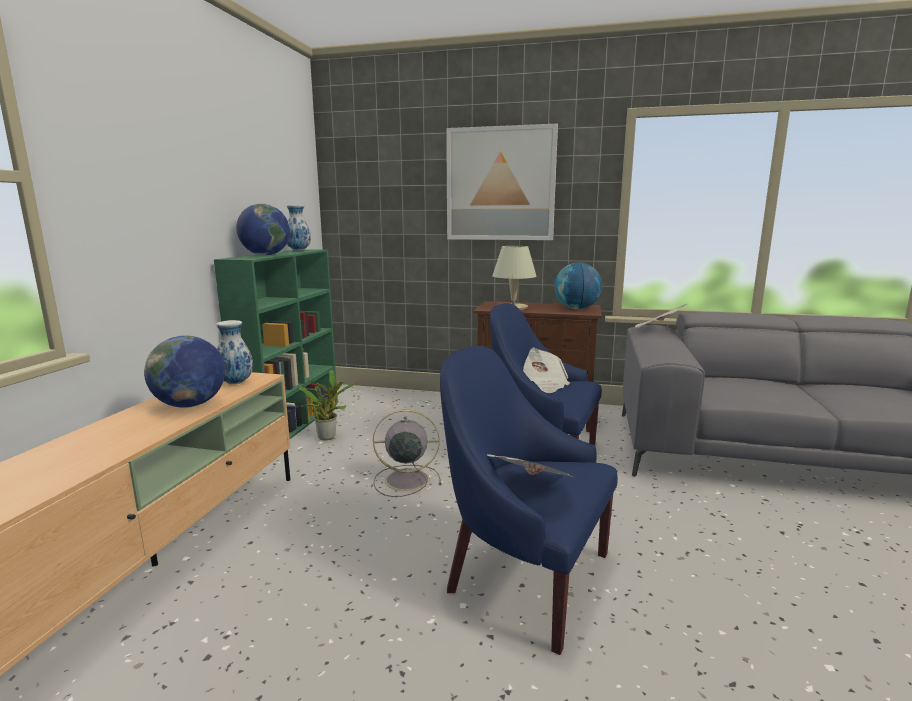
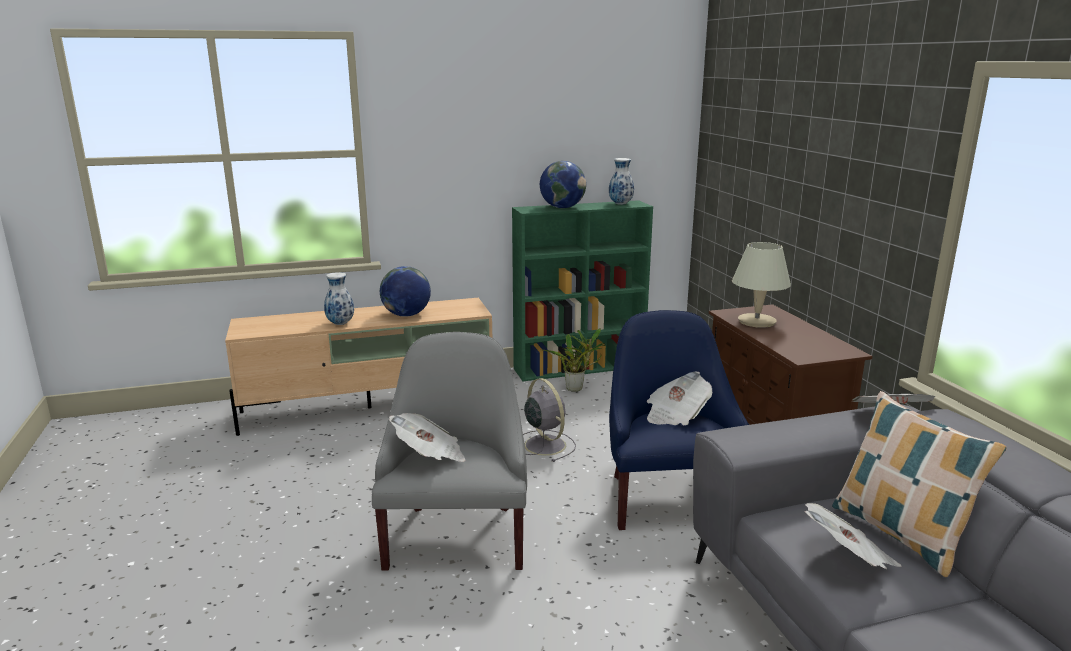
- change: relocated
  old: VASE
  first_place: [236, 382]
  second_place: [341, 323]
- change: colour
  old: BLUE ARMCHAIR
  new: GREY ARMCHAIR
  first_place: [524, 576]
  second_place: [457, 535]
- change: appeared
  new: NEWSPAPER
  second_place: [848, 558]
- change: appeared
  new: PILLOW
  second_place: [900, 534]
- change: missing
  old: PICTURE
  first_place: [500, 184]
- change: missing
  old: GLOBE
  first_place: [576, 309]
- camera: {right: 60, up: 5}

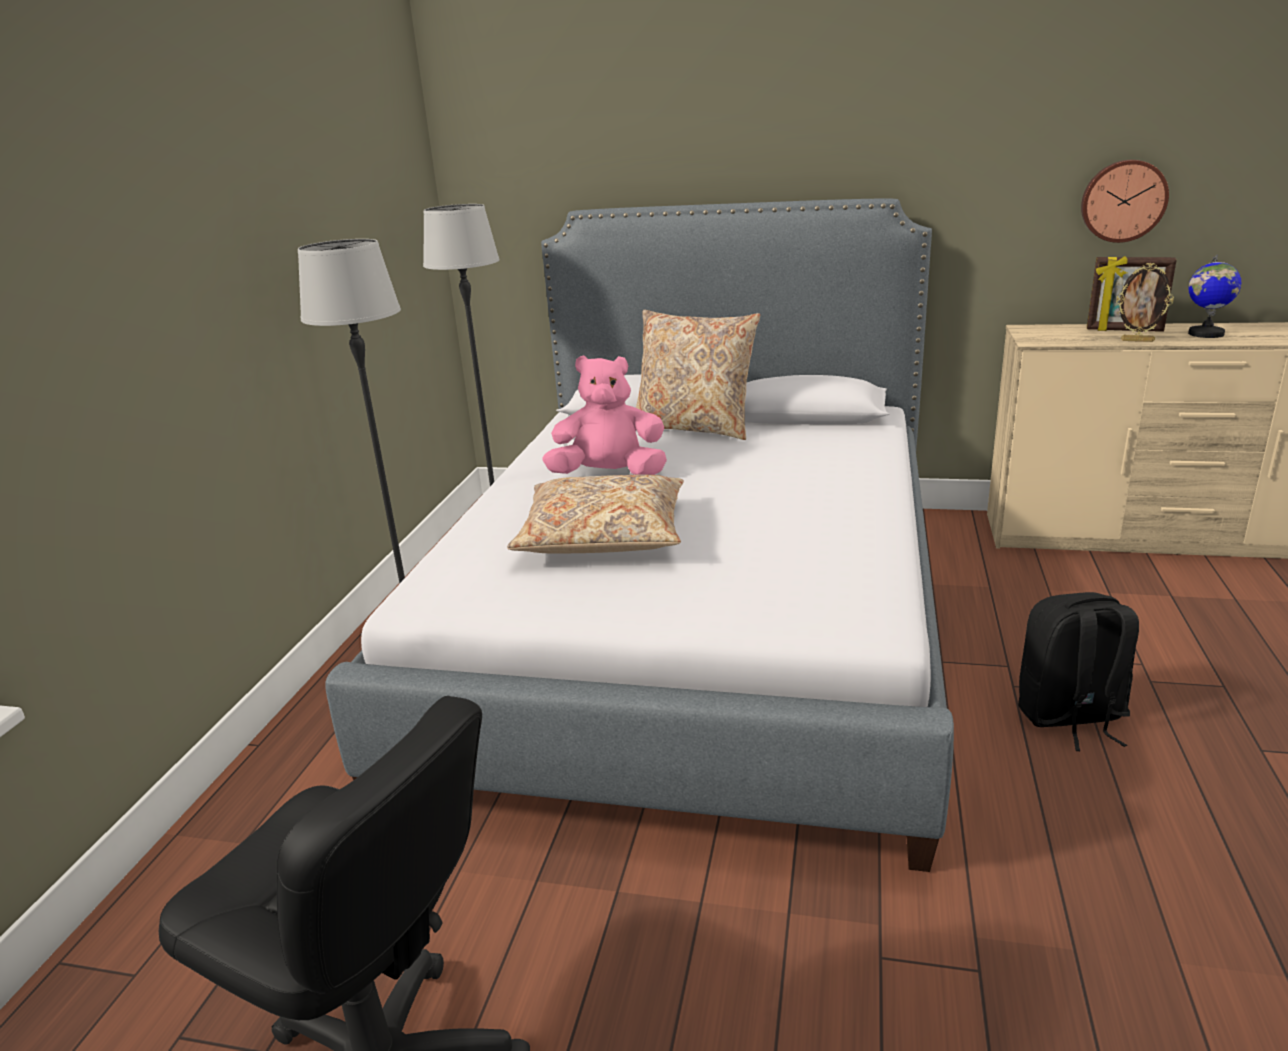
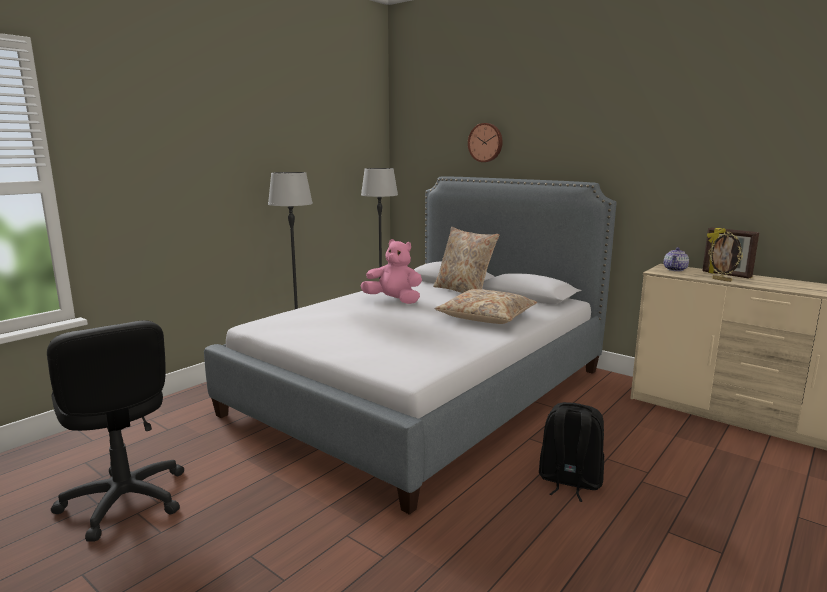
- change: relocated
  old: BEIGE PILLOW
  first_place: [603, 535]
  second_place: [486, 317]
- change: relocated
  old: WALL CLOCK
  first_place: [1123, 201]
  second_place: [486, 142]
- change: appeared
  new: TEAPOT
  second_place: [675, 269]
- change: missing
  old: GLOBE
  first_place: [1205, 334]
- camera: {right: 25, up: -10}

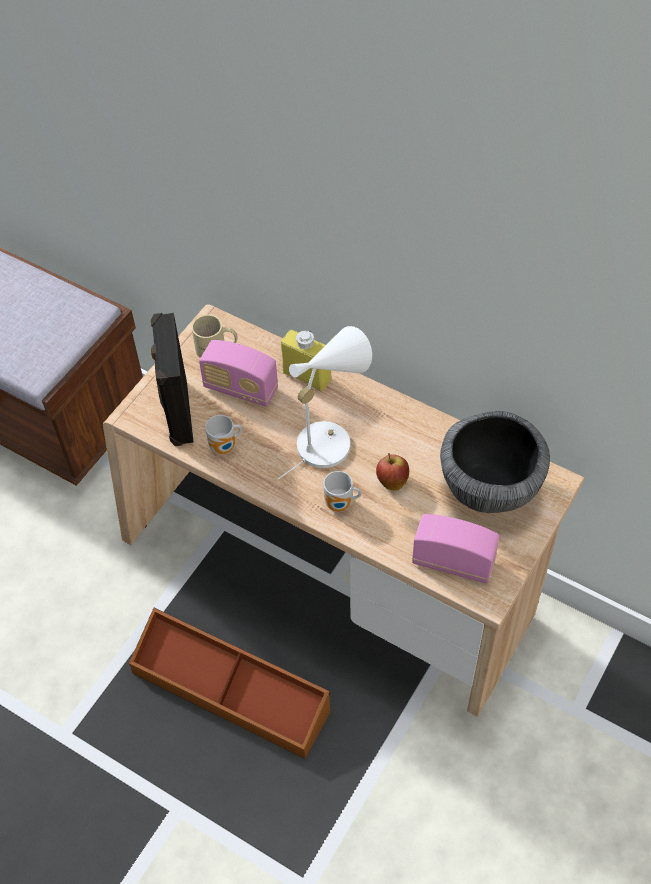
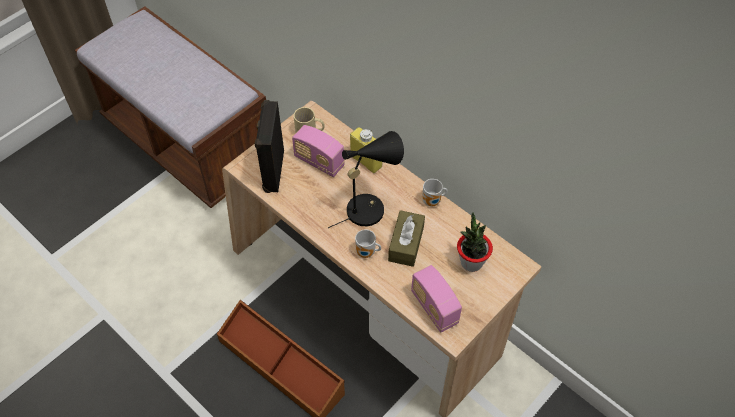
- change: colour
  old: WHITE TABLE LAMP
  new: BLACK TABLE LAMP
  first_place: [328, 439]
  second_place: [370, 207]
- change: exchanged
  old: APPLE
  new: BROWN TISSUE BOX
  first_place: [392, 481]
  second_place: [406, 244]
- change: spun
  old: RADIO
  first_place: [453, 562]
  second_place: [434, 308]
  degrees: -150
- change: relocated
  old: MUG
  first_place: [225, 447]
  second_place: [433, 202]
- change: exchanged
  old: BOWL
  new: POTTED PLANT
  first_place: [488, 490]
  second_place: [471, 262]
- camera: {right: 10, up: 0}

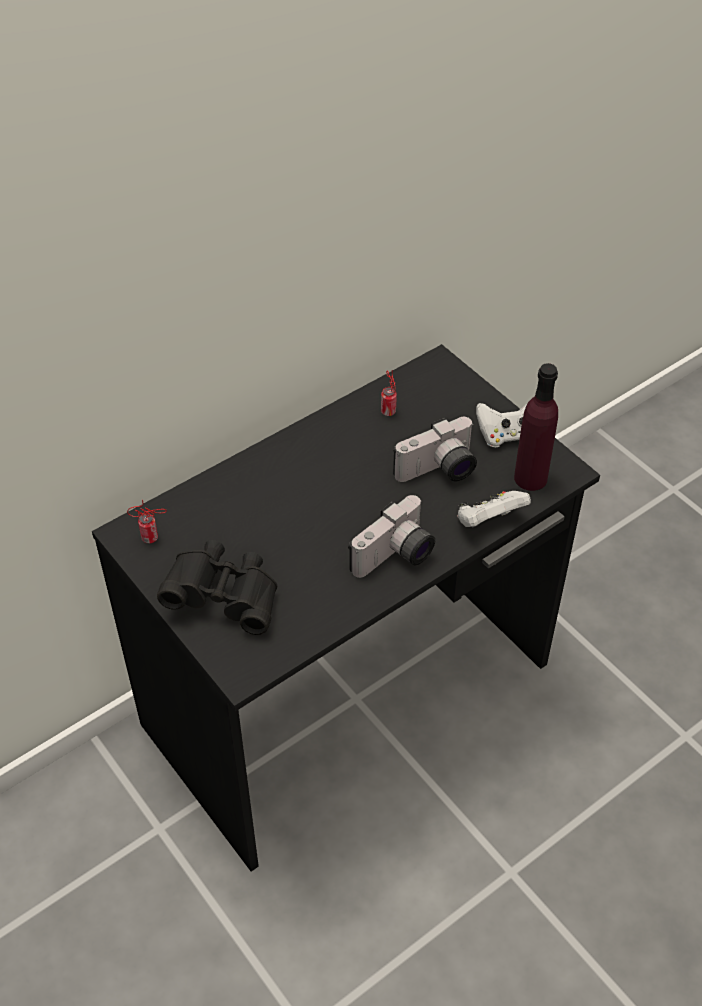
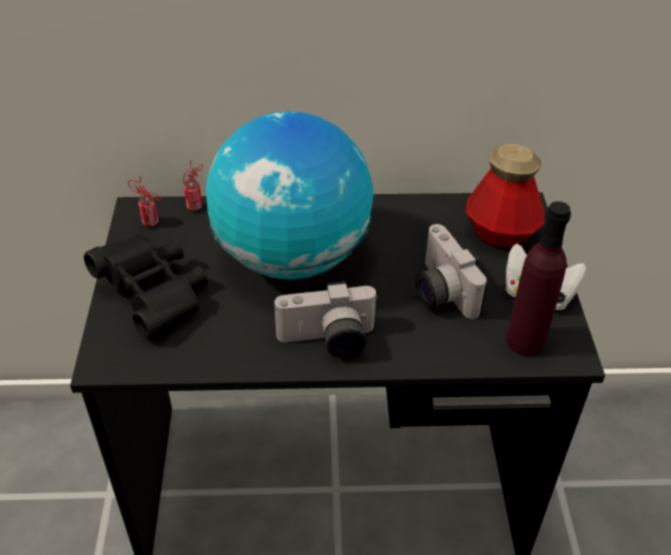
- change: relocated
  old: CAN
  first_place: [387, 410]
  second_place: [195, 205]
- change: appeared
  new: GLOBE
  second_place: [291, 258]
- change: spun
  old: PHOTO CAMERA
  first_place: [439, 471]
  second_place: [439, 291]
  degrees: 60
- change: appeared
  new: BOTTLE
  second_place: [500, 234]
- change: missing
  old: WHITE GAME CONTROLLER
  first_place: [489, 521]
- camera: {right: 35, up: -5}

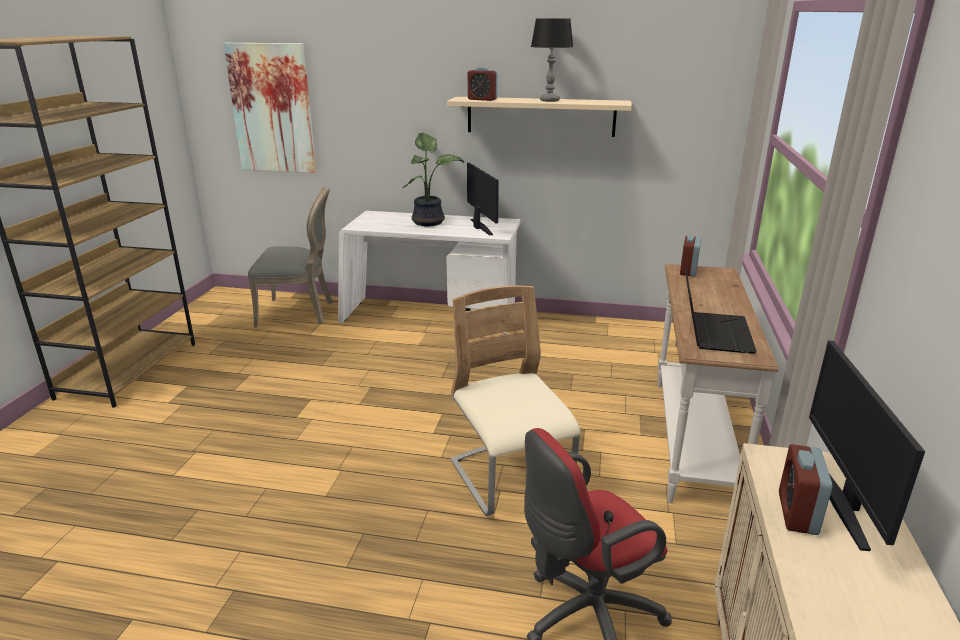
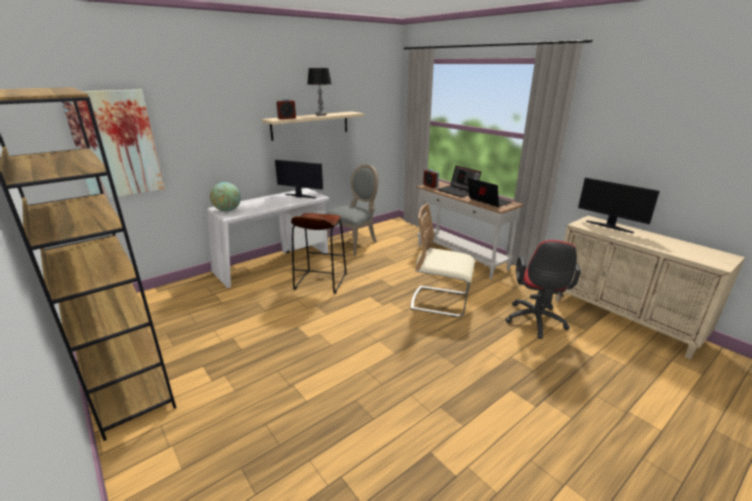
- change: appeared
  new: GLOBE
  second_place: [227, 210]
- change: appeared
  new: BROWN STOOL
  second_place: [320, 281]
- change: relocated
  old: GREY CHAIR
  first_place: [299, 312]
  second_place: [354, 243]
- change: appeared
  new: LAPTOP
  second_place: [458, 191]
- change: missing
  old: POTTED PLANT
  first_place: [429, 222]
- change: missing
  old: ALARM CLOCK
  first_place: [797, 513]
- camera: {right: -50, up: 0}

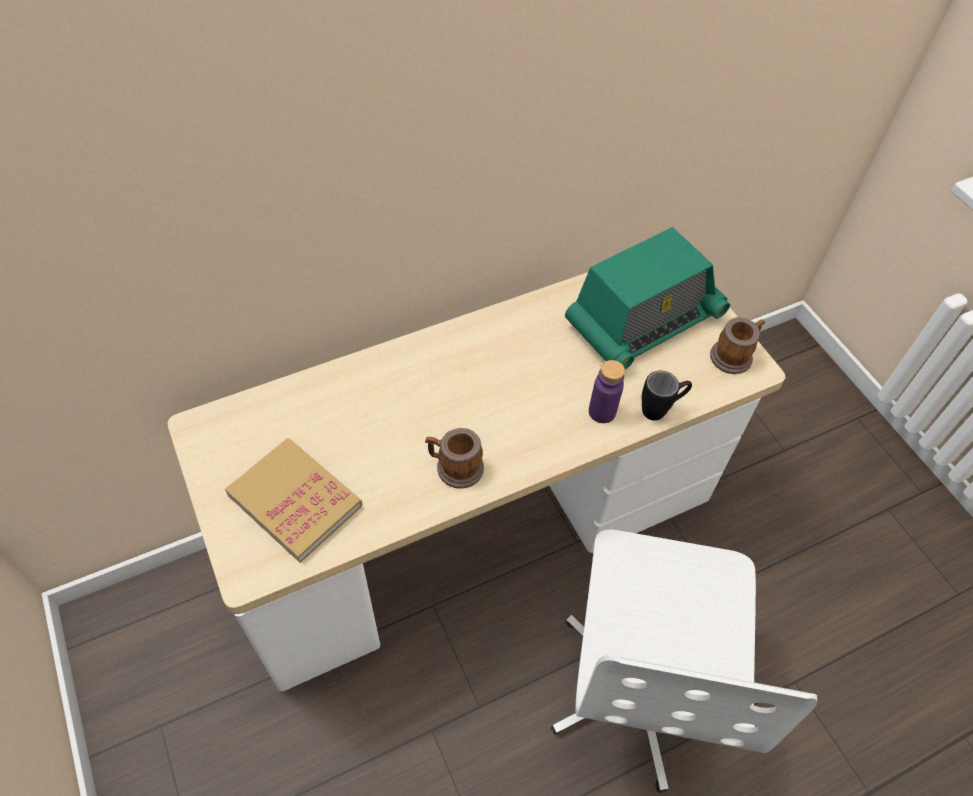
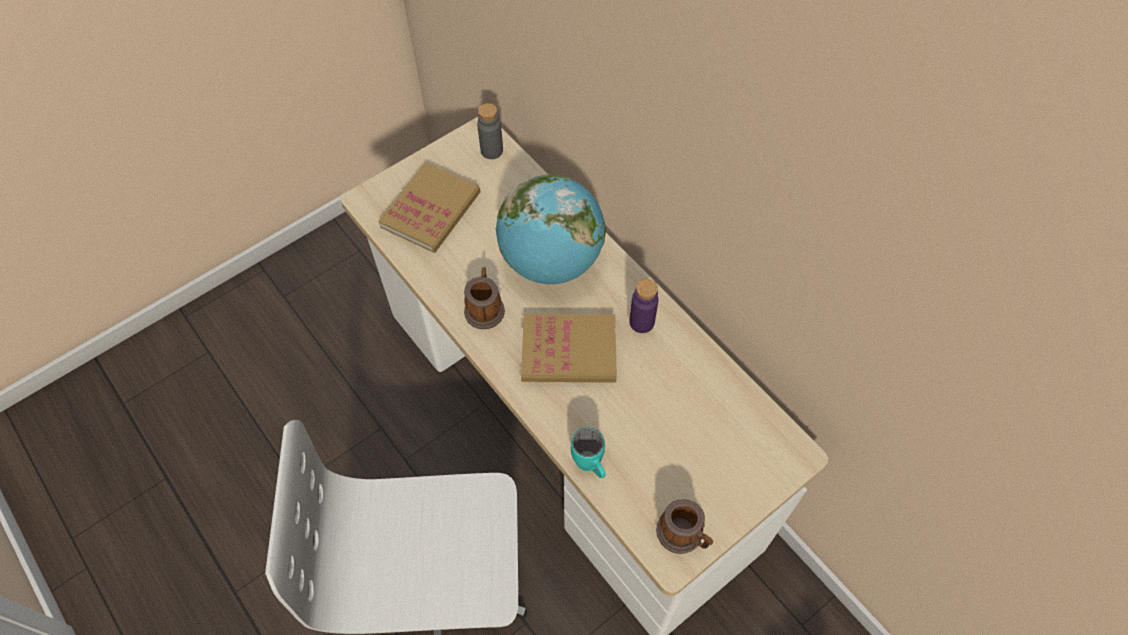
- change: appeared
  new: GREY BOTTLE
  second_place: [492, 150]
- change: appeared
  new: GLOBE
  second_place: [551, 261]
- change: appeared
  new: BOOK
  second_place: [569, 350]
- change: colour
  old: BLACK MUG
  new: TURQUOISE MUG
  first_place: [661, 409]
  second_place: [590, 467]
- change: relocated
  old: PURPLE BOTTLE
  first_place: [602, 412]
  second_place: [641, 322]
- change: missing
  old: RADIO
  first_place: [643, 320]
- camera: {right: 80, up: 5}

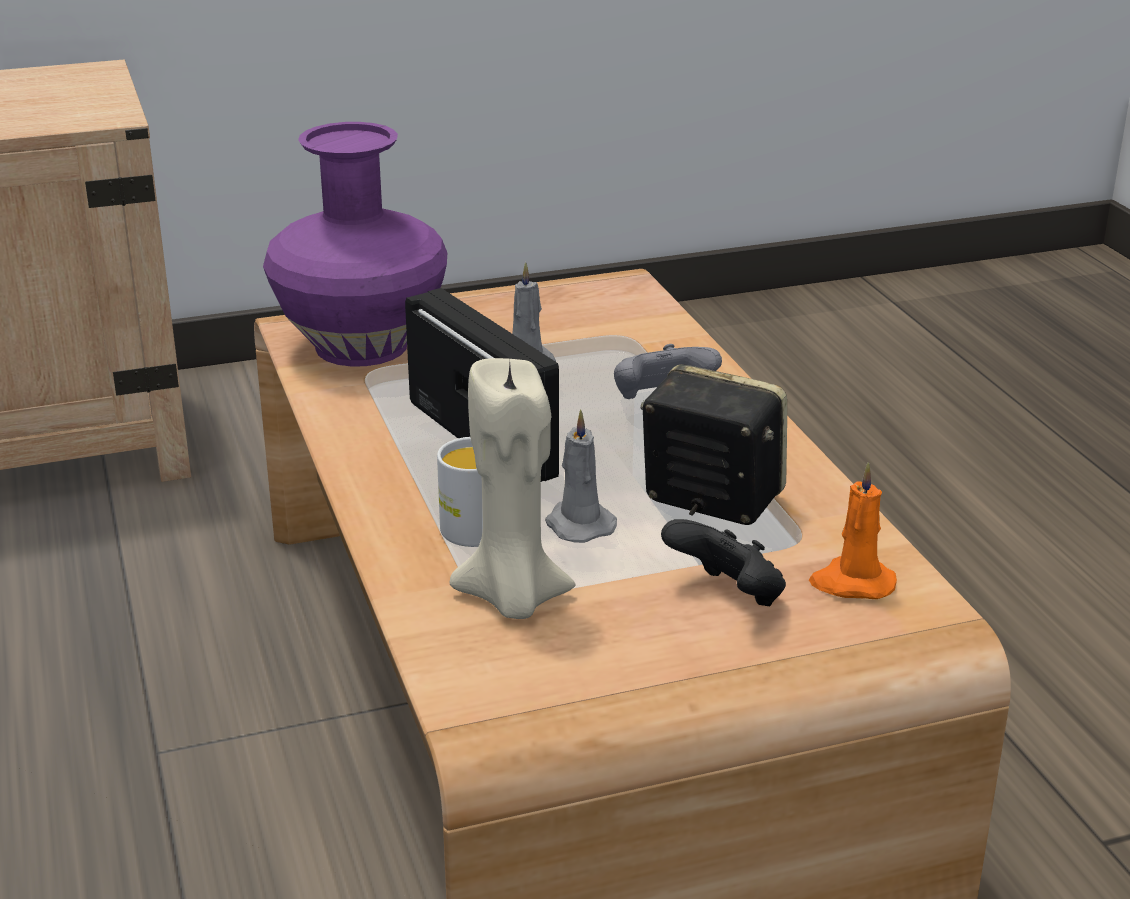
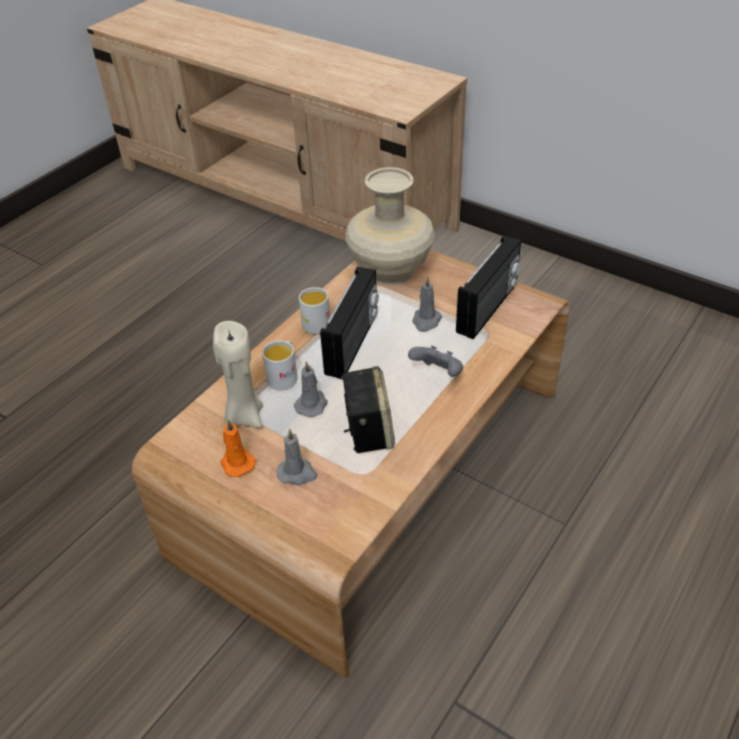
- change: relocated
  old: ORANGE CANDLE
  first_place: [851, 583]
  second_place: [237, 462]
- change: exchanged
  old: BLACK GAME CONTROLLER
  new: GREY CANDLE
  first_place: [727, 597]
  second_place: [297, 473]
- change: appeared
  new: WHITE MUG
  second_place: [313, 322]
- change: colour
  old: PURPLE VASE
  new: BEIGE VASE
  first_place: [364, 346]
  second_place: [391, 272]
- change: appeared
  new: RADIO
  second_place: [489, 308]
- camera: {right: 55, up: 15}

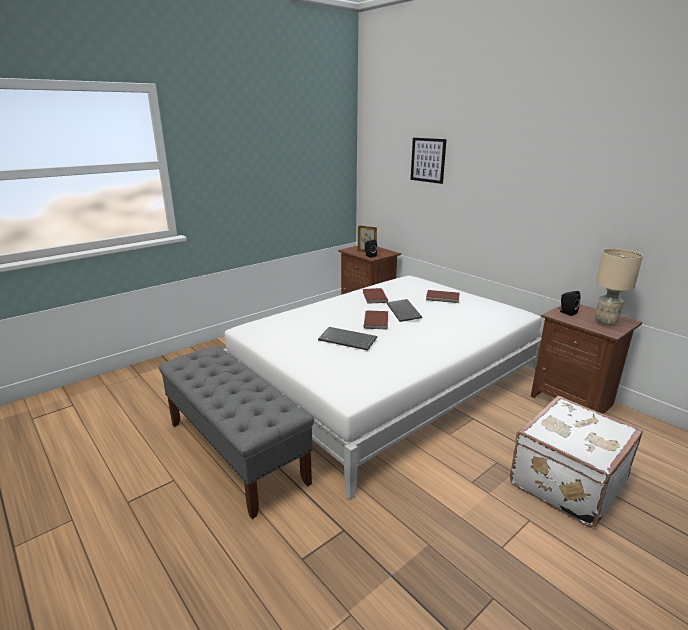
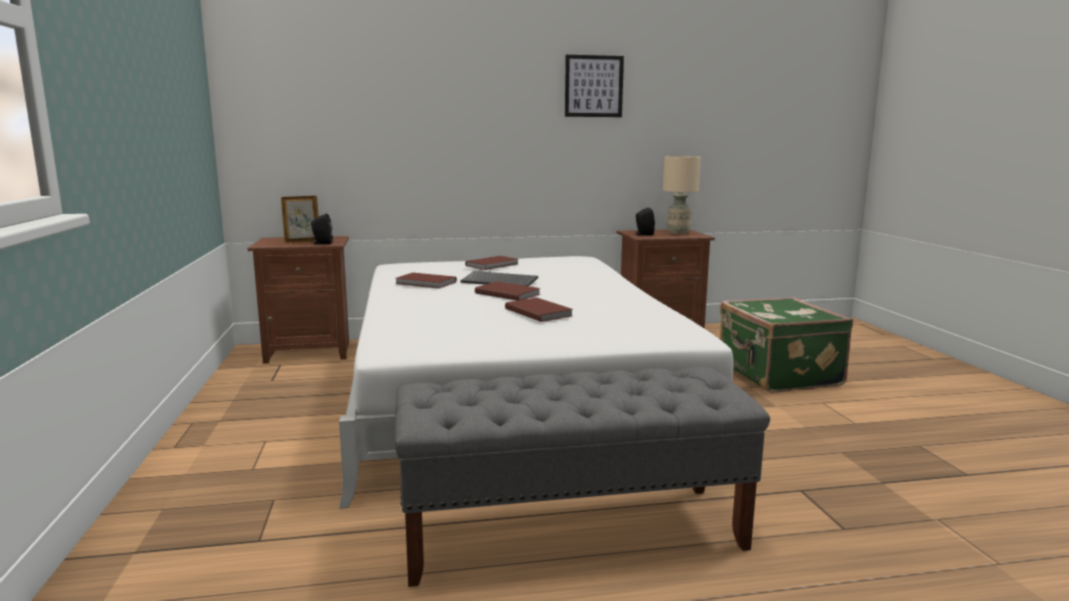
- change: exchanged
  old: KEYBOARD
  new: BROWN BOOK
  first_place: [348, 339]
  second_place: [539, 312]
- change: relocated
  old: PICTURE
  first_place: [428, 160]
  second_place: [593, 86]
- change: colour
  old: WHITE SUITCASE
  new: GREEN SUITCASE
  first_place: [565, 481]
  second_place: [777, 375]
- camera: {right: -60, up: -10}

